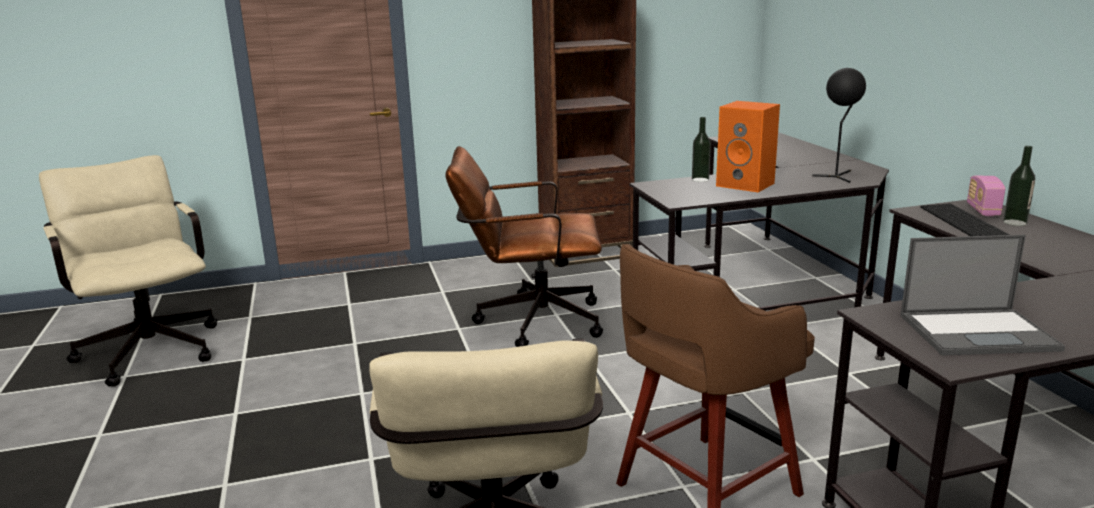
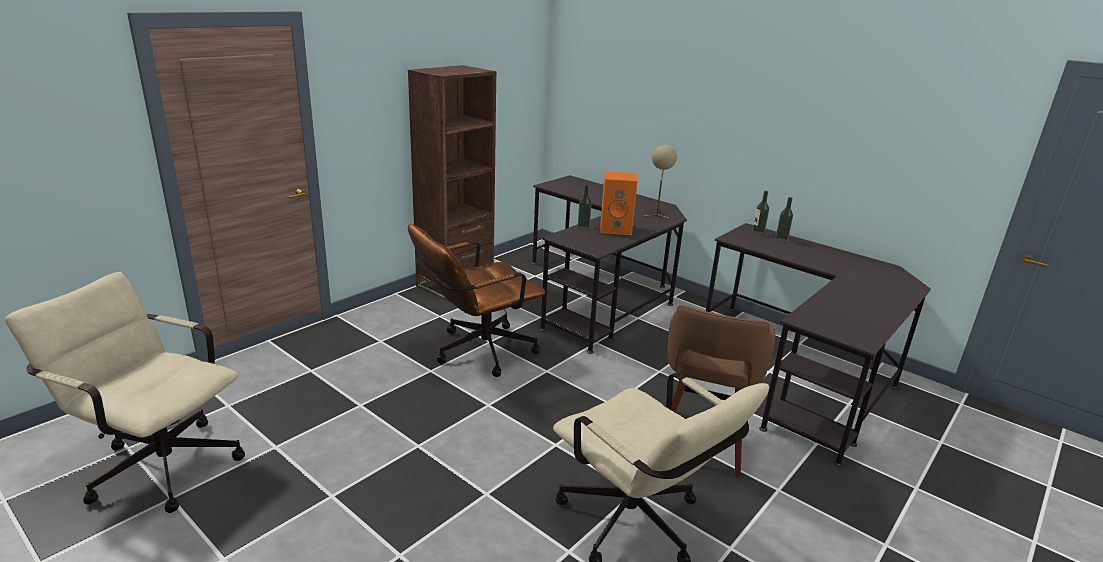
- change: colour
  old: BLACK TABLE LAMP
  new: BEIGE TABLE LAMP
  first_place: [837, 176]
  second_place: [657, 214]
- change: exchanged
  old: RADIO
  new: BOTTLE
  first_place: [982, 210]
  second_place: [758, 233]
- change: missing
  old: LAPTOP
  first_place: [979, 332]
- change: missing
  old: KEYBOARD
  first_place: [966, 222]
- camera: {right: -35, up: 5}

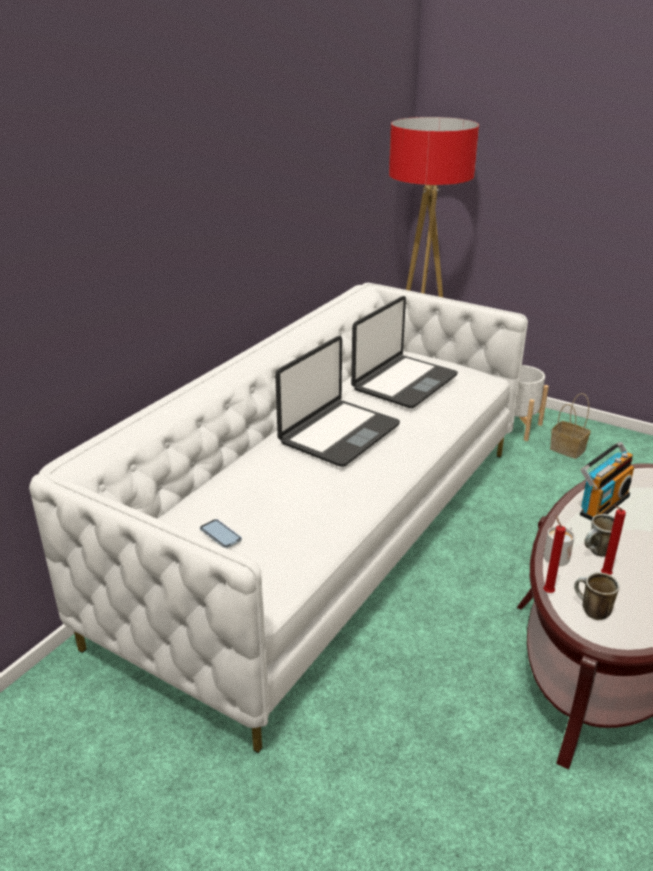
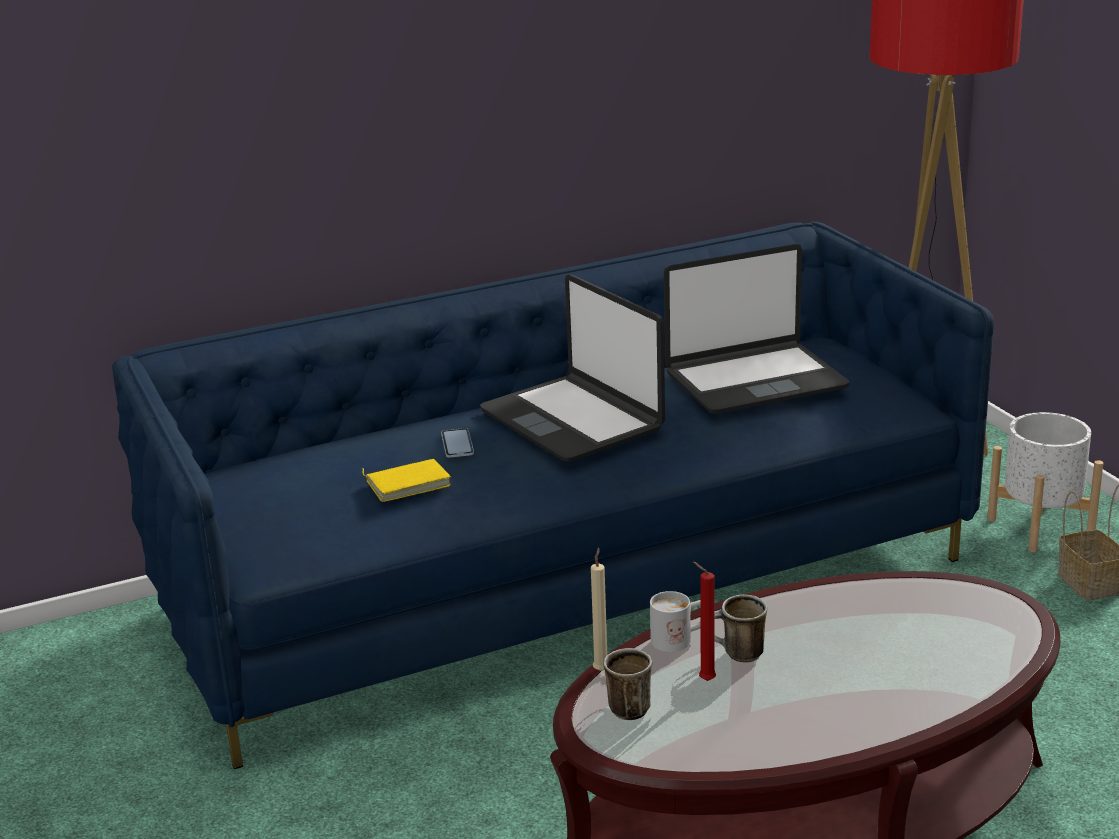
- change: colour
  old: WHITE SOFA
  new: BLUE SOFA
  first_place: [326, 535]
  second_place: [567, 582]
- change: appeared
  new: YELLOW BOOK
  second_place: [408, 483]
- change: relocated
  old: PHONE
  first_place: [220, 535]
  second_place: [457, 444]
- change: spun
  old: LAPTOP
  first_place: [338, 433]
  second_place: [573, 420]
  degrees: 75
- change: colour
  old: RED CANDLE
  new: BEIGE CANDLE
  first_place: [547, 591]
  second_place: [601, 669]
- change: missing
  old: RADIO
  first_place: [601, 504]
- camera: {right: 35, up: -5}

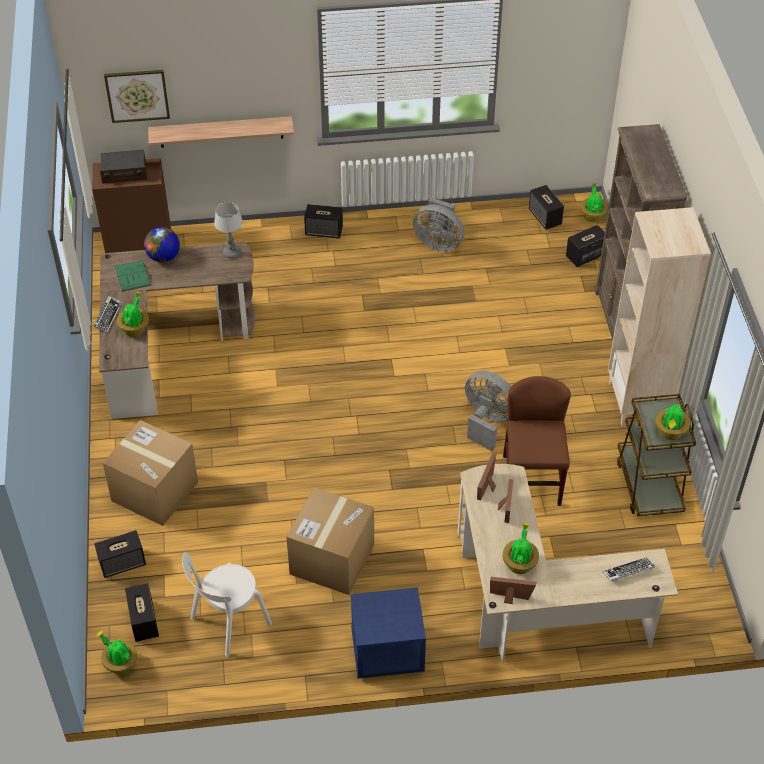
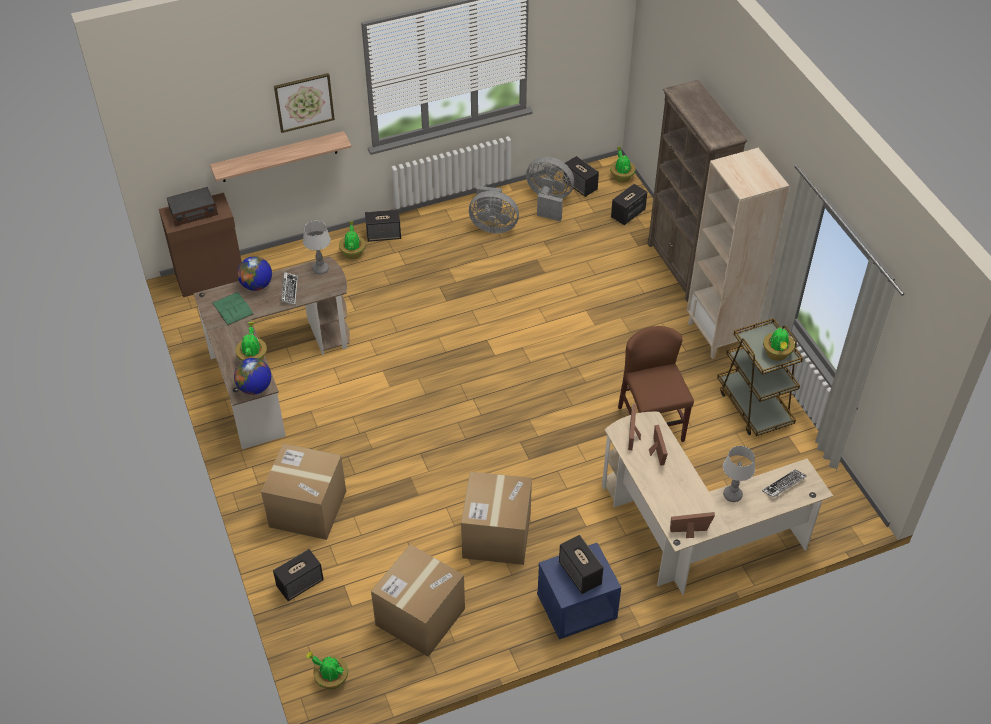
- change: appeared
  new: GLOBE
  second_place: [255, 388]
- change: relocated
  old: PICTURE
  first_place: [137, 95]
  second_place: [304, 102]
- change: relocated
  old: KEYBOARD
  first_place: [107, 316]
  second_place: [289, 290]
- change: relocated
  old: POTTED PLANT
  first_place: [519, 563]
  second_place: [353, 252]
- change: exchanged
  old: WHITE CHAIR
  new: CARDBOARD BOX
  first_place: [227, 623]
  second_place: [420, 617]
- change: relocated
  old: GREY FAN
  first_place: [487, 422]
  second_place: [549, 201]
- change: relocated
  old: SPEAKER
  first_place: [144, 622]
  second_place: [580, 574]
- change: appeared
  new: TABLE LAMP
  second_place: [732, 495]
- camera: {right: -15, up: 0}

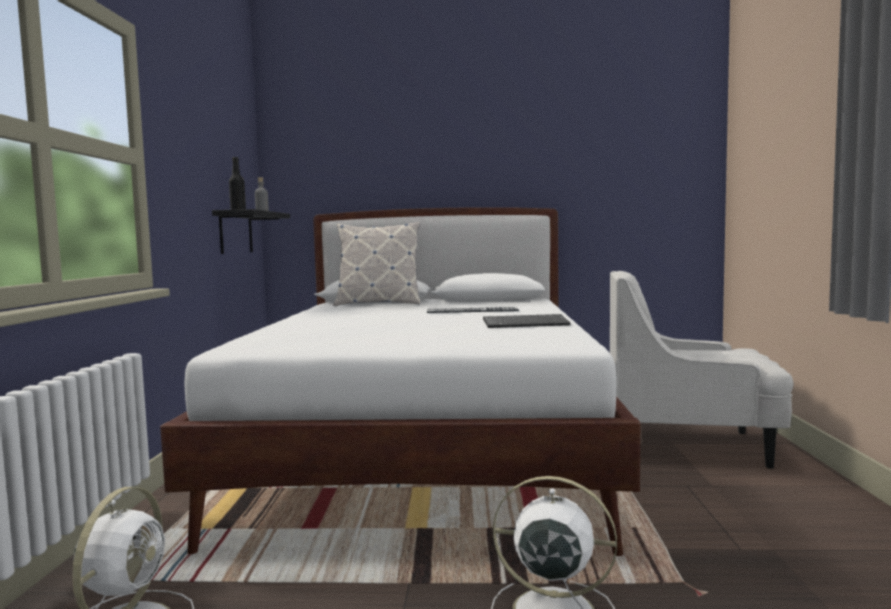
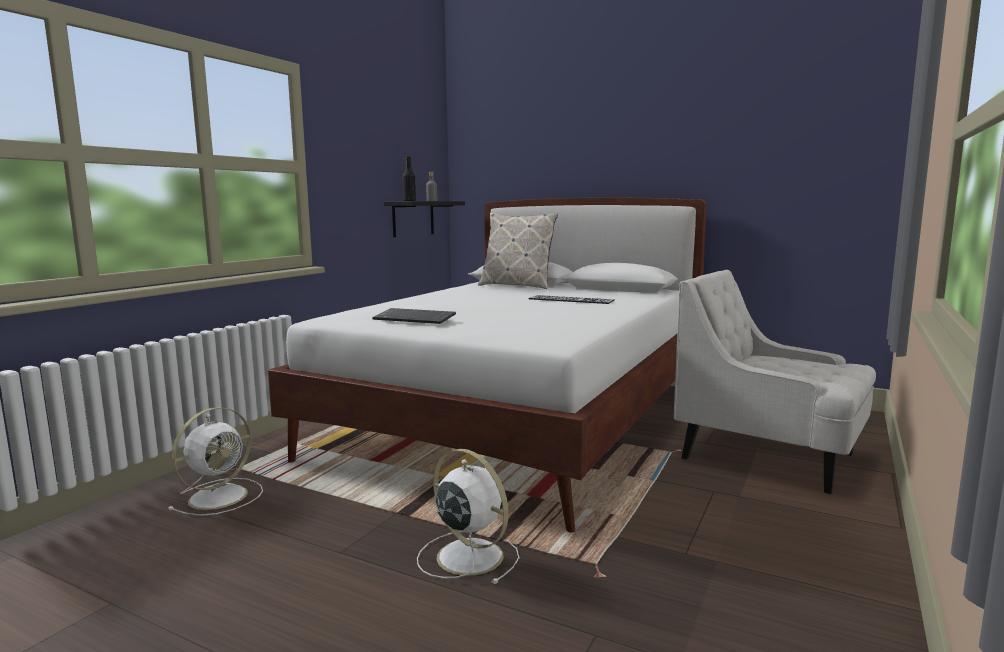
- change: relocated
  old: KEYBOARD
  first_place: [526, 323]
  second_place: [416, 318]
- camera: {right: 25, up: 5}

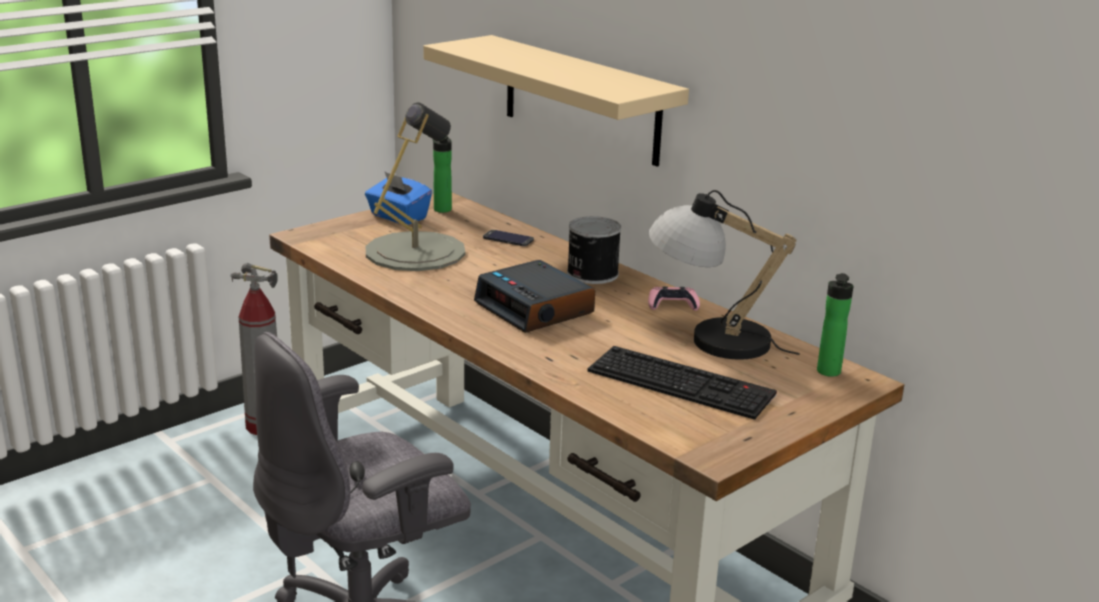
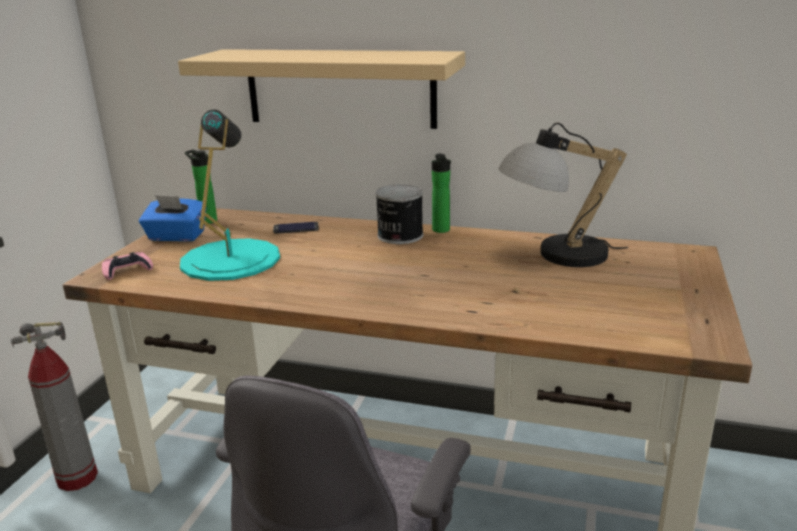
- change: relocated
  old: PINK GAME CONTROLLER
  first_place: [672, 305]
  second_place: [127, 271]
- change: colour
  old: GREY TABLE LAMP
  new: TURQUOISE TABLE LAMP
  first_place: [415, 251]
  second_place: [230, 259]
- change: relocated
  old: BOTTLE
  first_place: [828, 373]
  second_place: [442, 231]
- change: missing
  old: ALARM CLOCK
  first_place: [535, 308]
- change: missing
  old: KEYBOARD
  first_place: [683, 382]
- camera: {right: -30, up: 0}

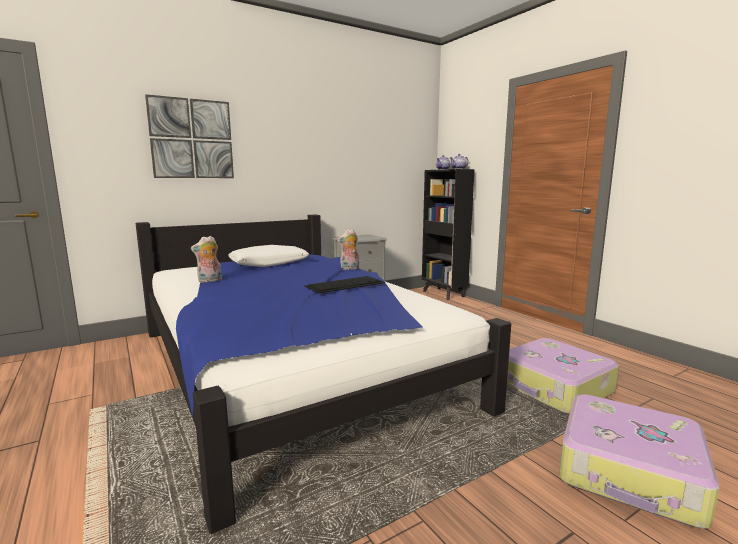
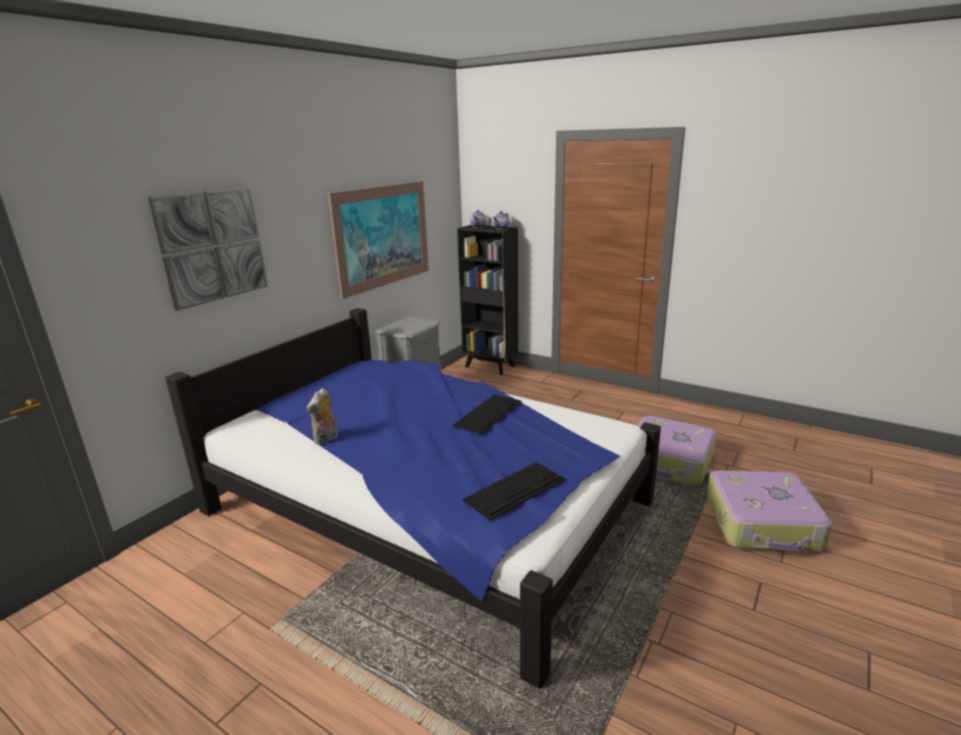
- change: appeared
  new: PICTURE
  second_place: [383, 236]
- change: appeared
  new: KEYBOARD
  second_place: [515, 488]
- change: missing
  old: WHITE PILLOW
  first_place: [269, 264]
- change: missing
  old: PLUSH TOY
  first_place: [349, 268]
- camera: {right: -25, up: 10}

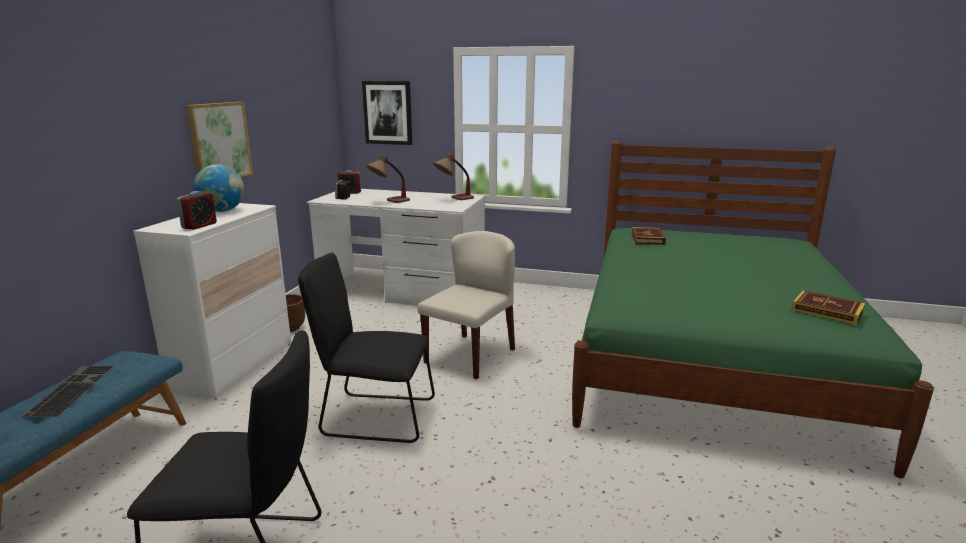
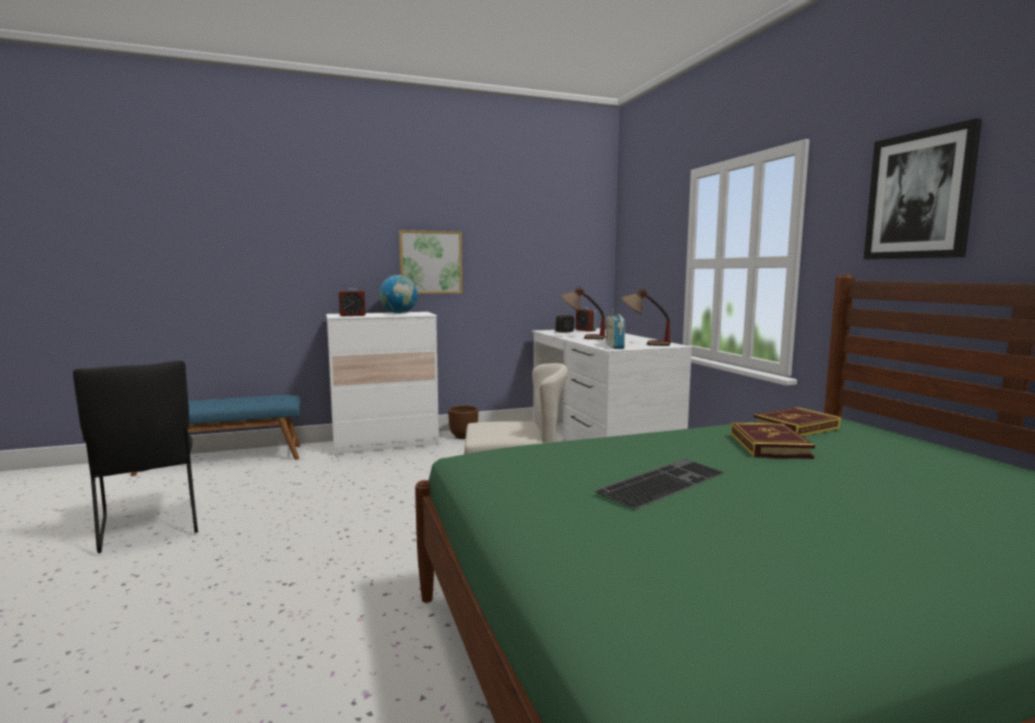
- change: relocated
  old: KEYBOARD
  first_place: [70, 389]
  second_place: [661, 481]
- change: appeared
  new: RADIO
  second_place: [614, 346]
- change: relocated
  old: BOOK
  first_place: [827, 311]
  second_place: [769, 445]
- change: relocated
  old: PICTURE
  first_place: [388, 113]
  second_place: [919, 196]
- change: missing
  old: BLACK CHAIR
  first_place: [373, 417]
- camera: {right: 55, up: -10}

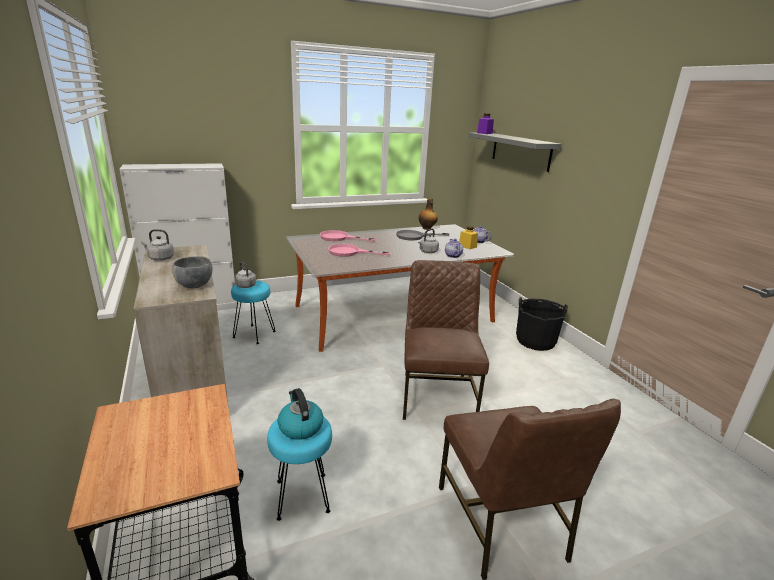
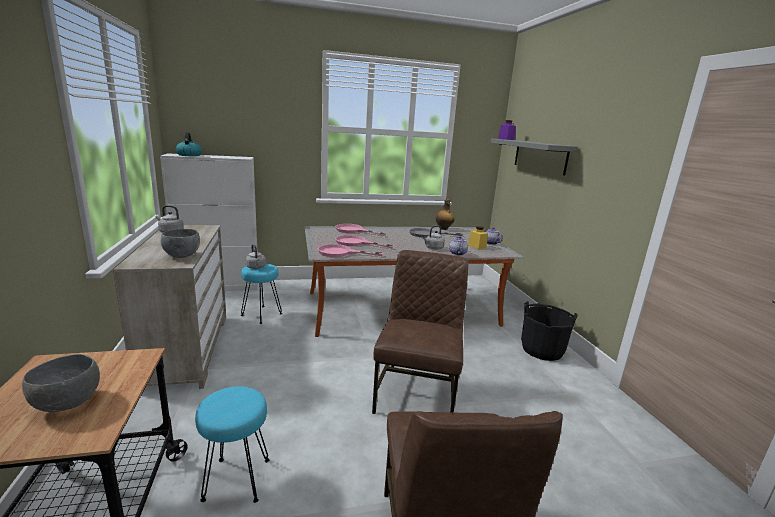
- change: appeared
  new: GREY BOWL
  second_place: [69, 404]
- change: relocated
  old: KETTLE
  first_place: [300, 426]
  second_place: [189, 155]
- change: appeared
  new: PINK FRYING PAN
  second_place: [341, 253]
- camera: {right: 10, up: -5}

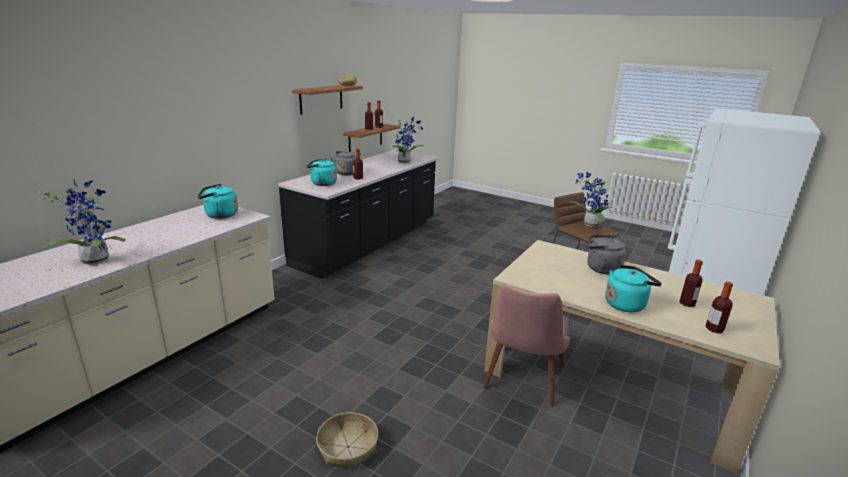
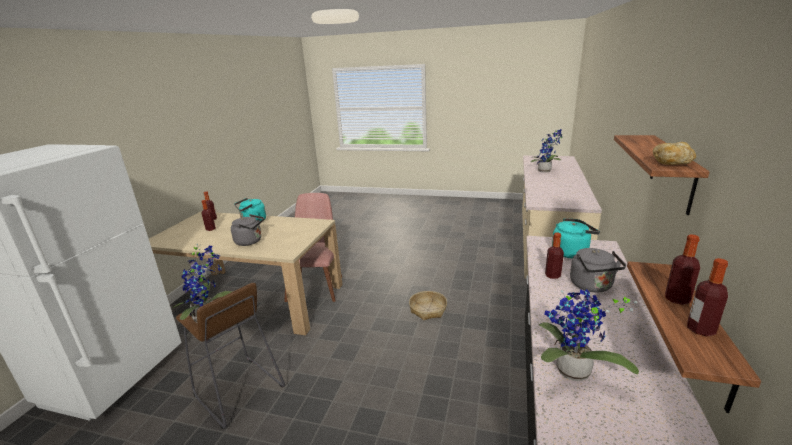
- change: relocated
  old: BASKET
  first_place: [347, 447]
  second_place: [428, 310]
- change: missing
  old: TURQUOISE KETTLE
  first_place: [219, 215]
- camera: {right: 165, up: 0}

